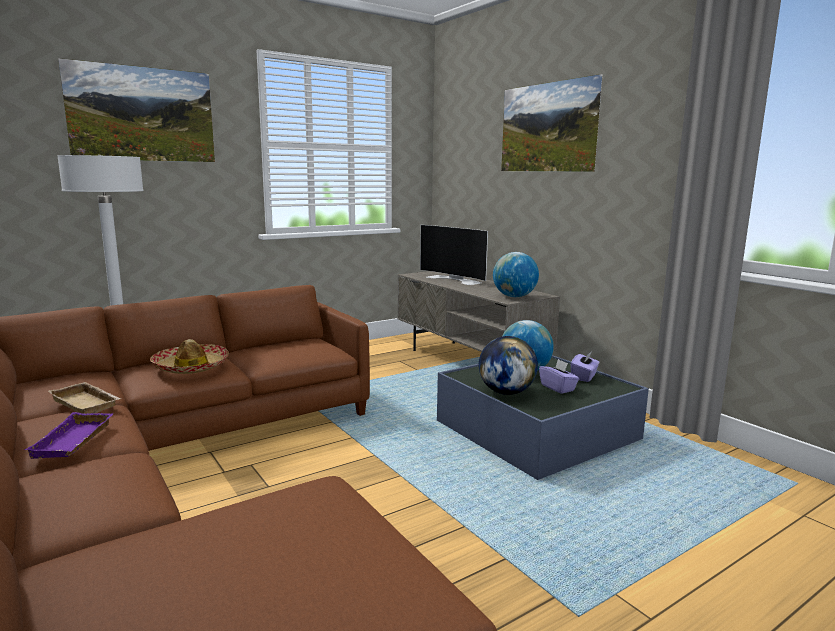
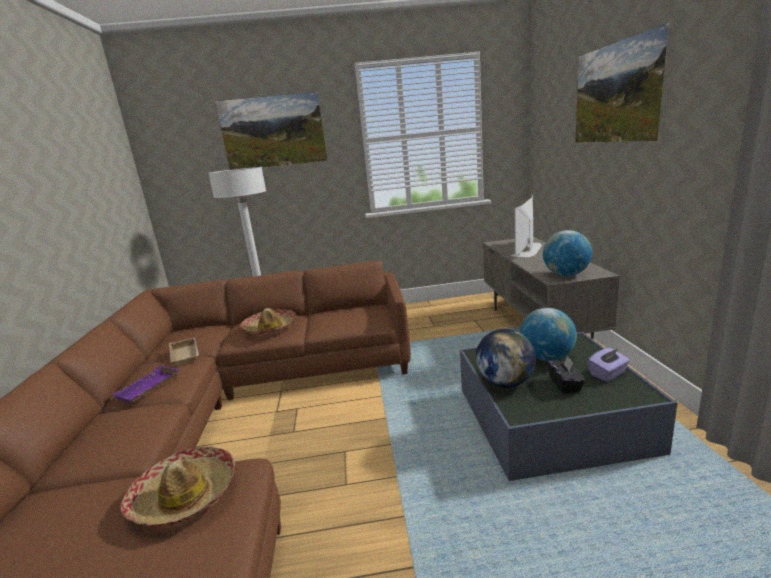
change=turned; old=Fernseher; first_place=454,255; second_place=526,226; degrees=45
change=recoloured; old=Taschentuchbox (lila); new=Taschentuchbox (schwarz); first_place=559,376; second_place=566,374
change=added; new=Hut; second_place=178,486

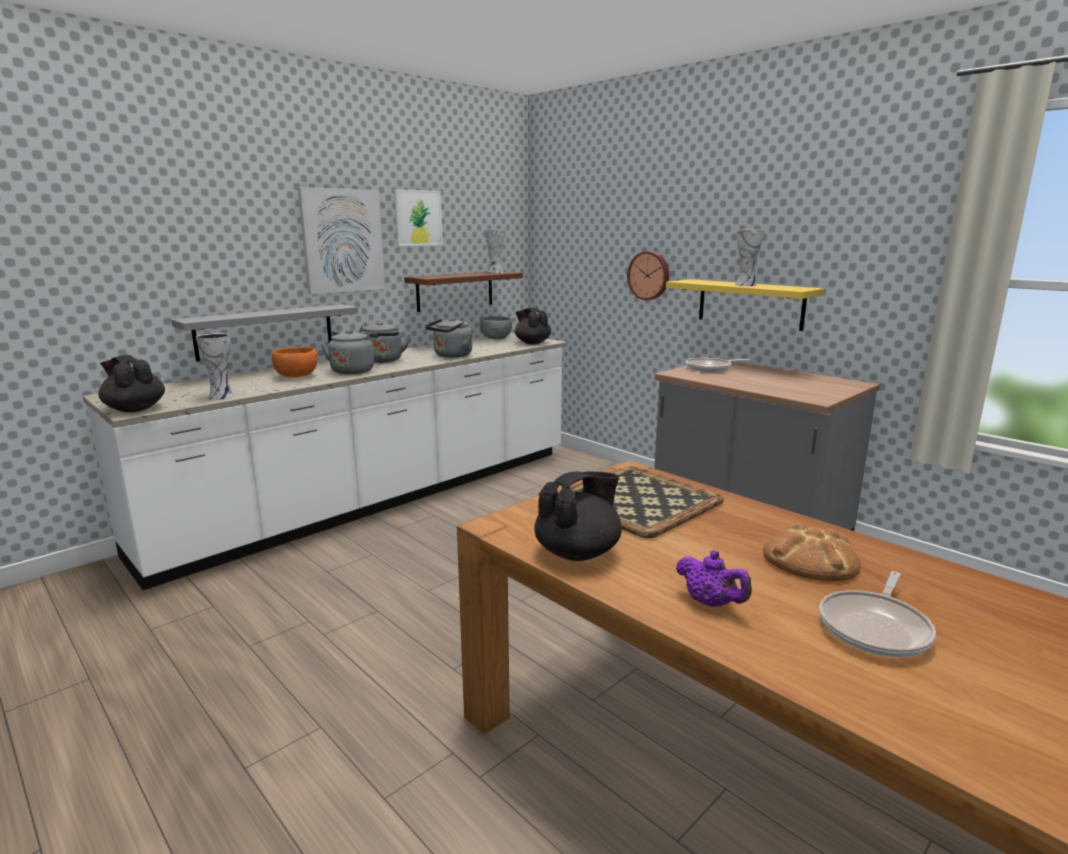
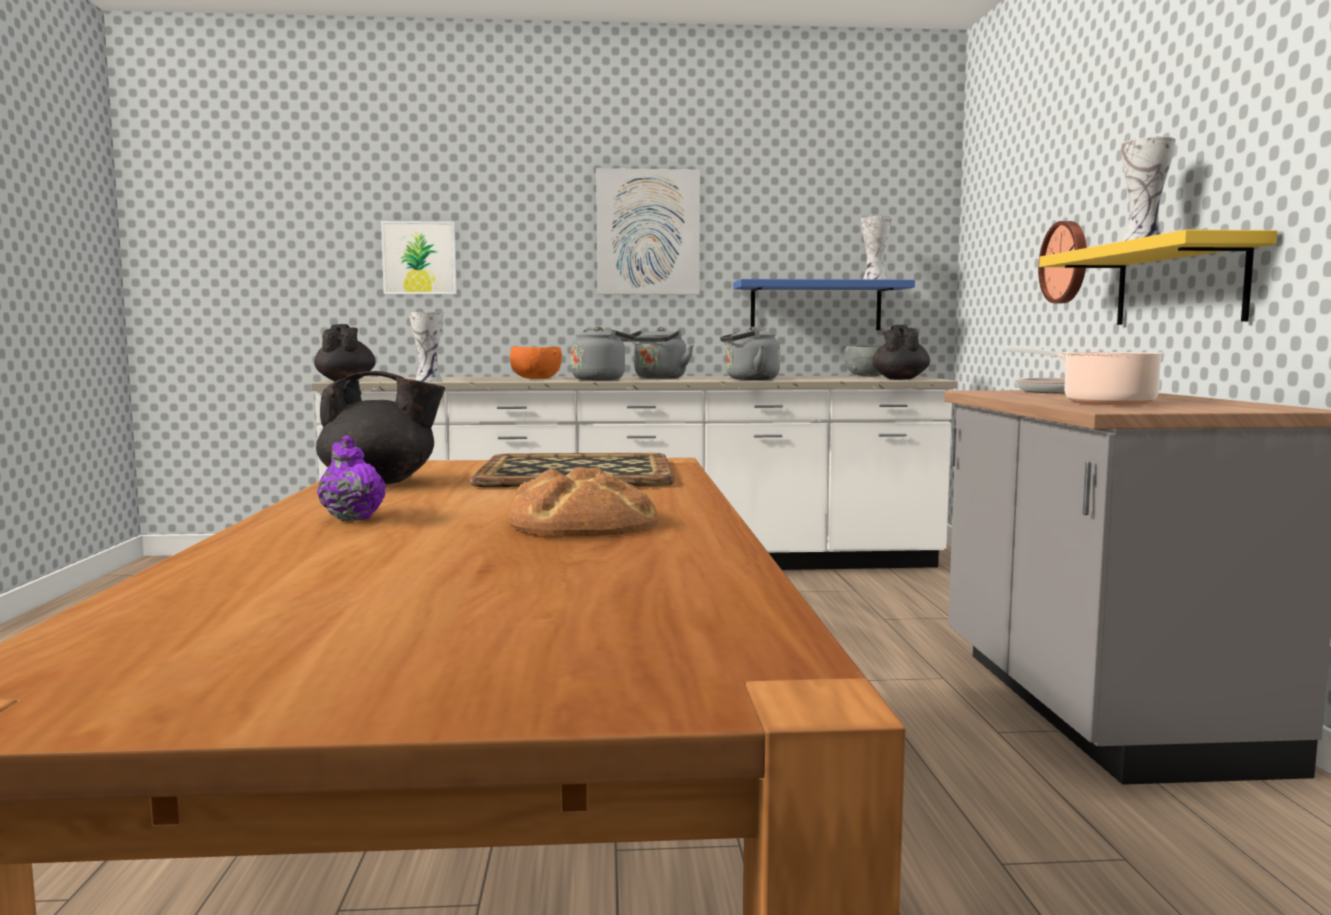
change=moved; old=Bild; first_place=418,217; second_place=419,258
change=recoloured; old=Wandregal (braun); new=Wandregal (blau); first_place=463,291; second_place=824,304
change=removed; old=Wandregal (grau); first_place=264,333
change=turned; old=Teekanne (lila); first_place=714,578; second_place=351,478; degrees=150
change=removed; old=Pfanne; first_place=877,614
change=added; new=Kochtopf; second_place=1084,376

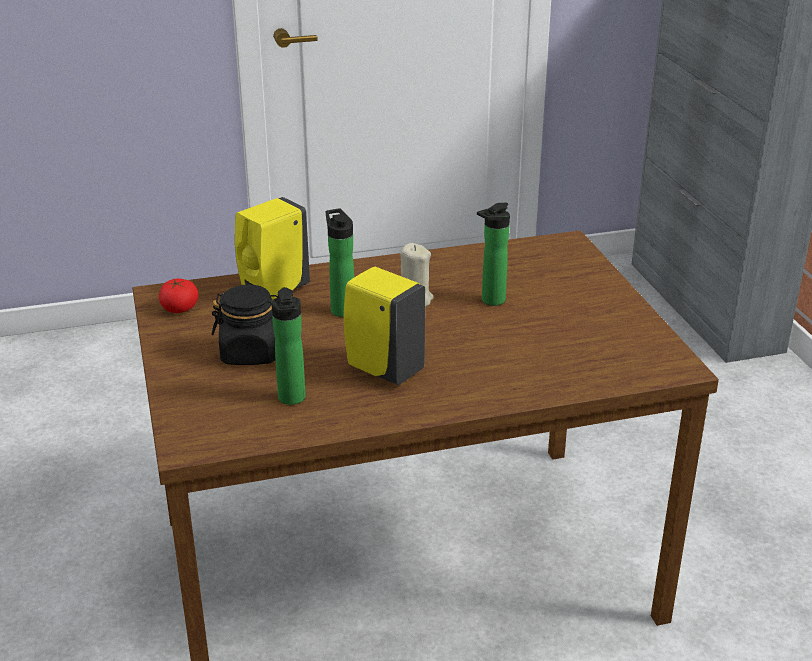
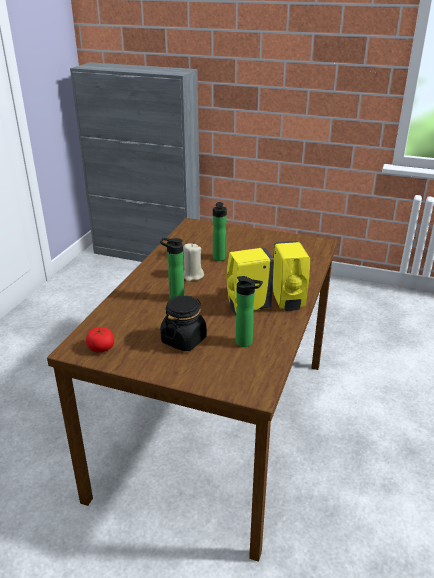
change=moved; old=Seifenspender (gelb); first_place=272,248; second_place=291,276

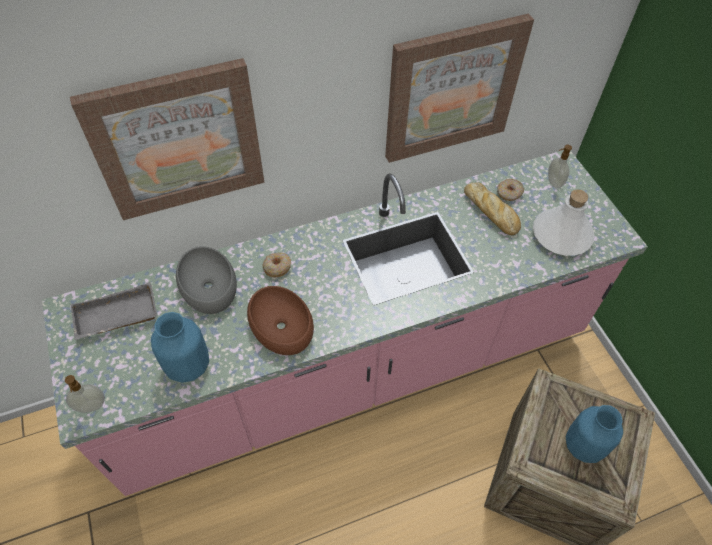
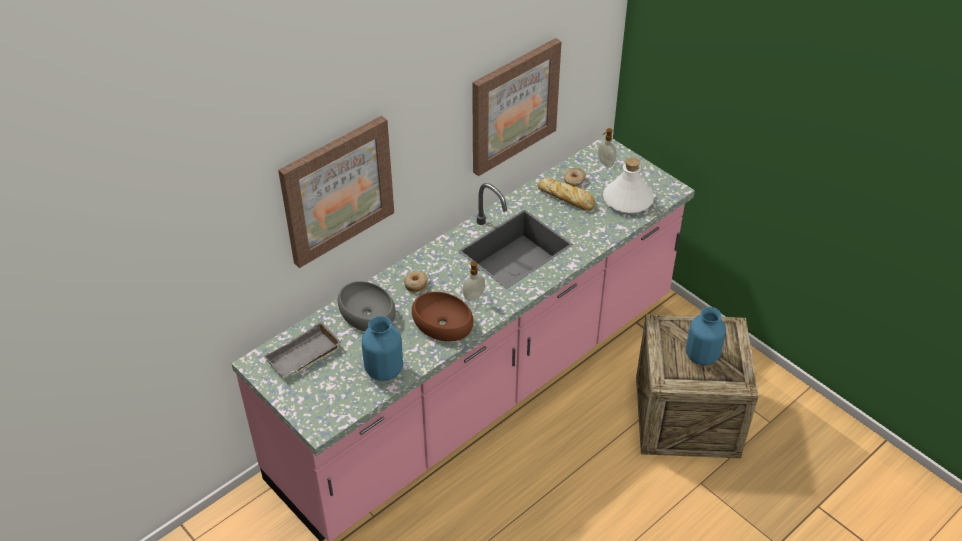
change=moved; old=Seifenspender; first_place=85,394; second_place=474,281

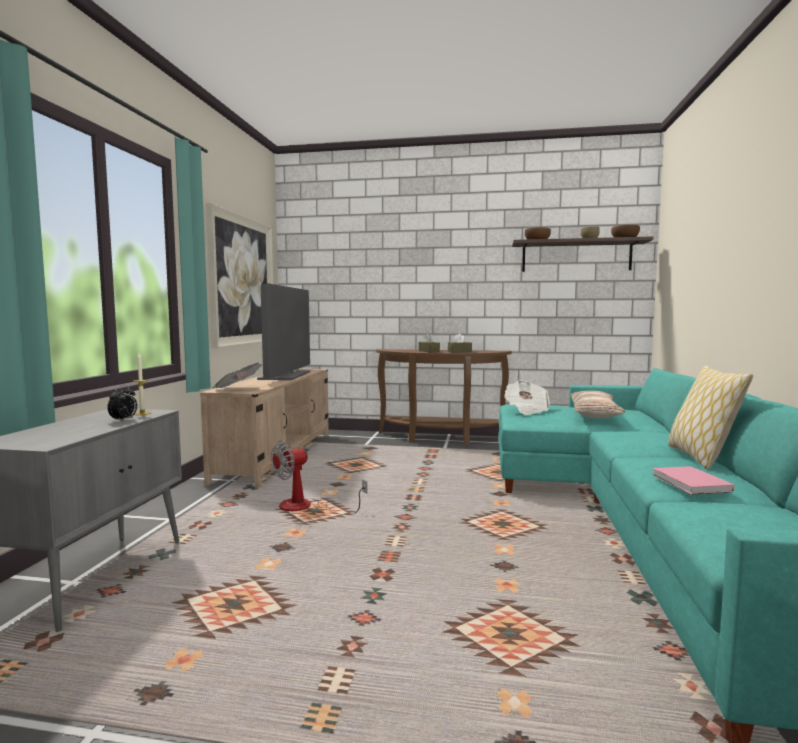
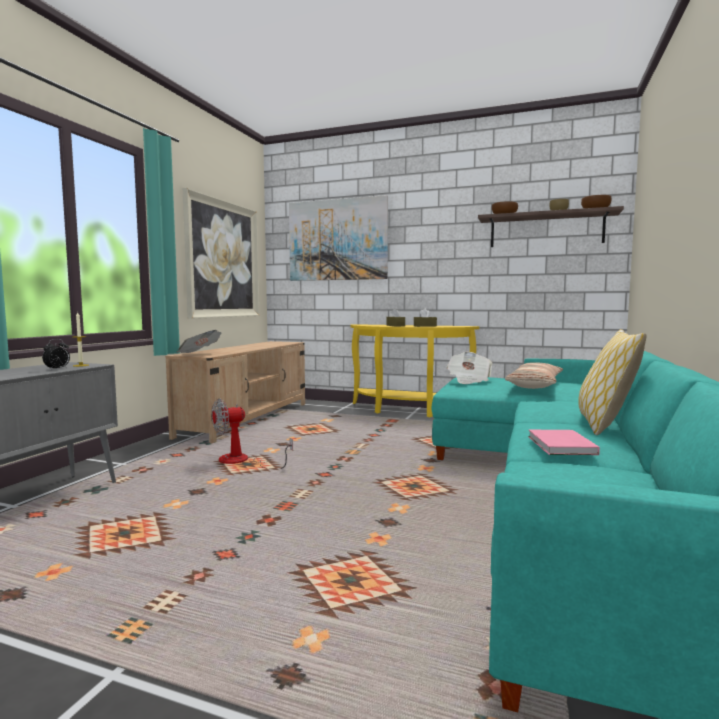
change=removed; old=Fernseher; first_place=283,331
change=recoloured; old=Konsolentisch (braun); new=Konsolentisch (gelb); first_place=444,397; second_place=415,371
change=added; new=Bild; second_place=338,238

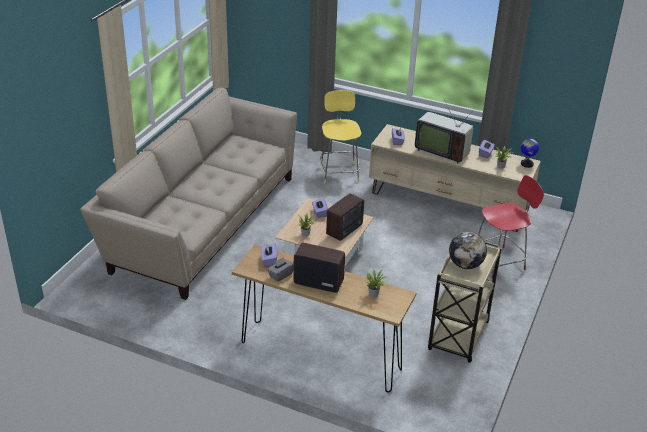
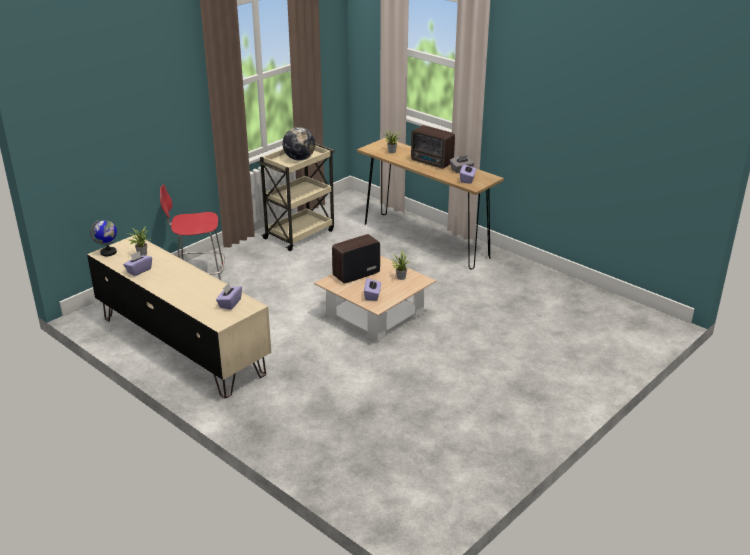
change=removed; old=Sofa (beige); first_place=188,194
change=removed; old=Hocker (gelb); first_place=340,136
change=removed; old=Fernseher; first_place=445,131

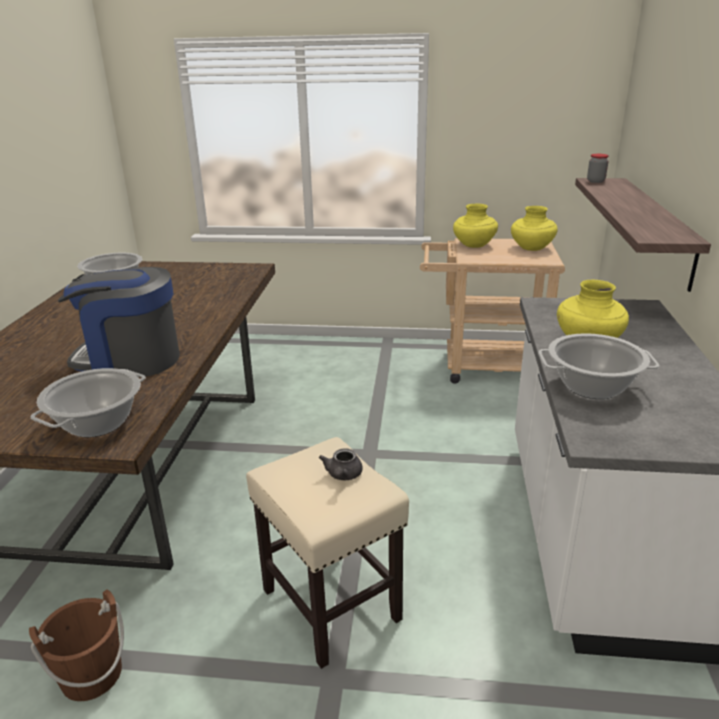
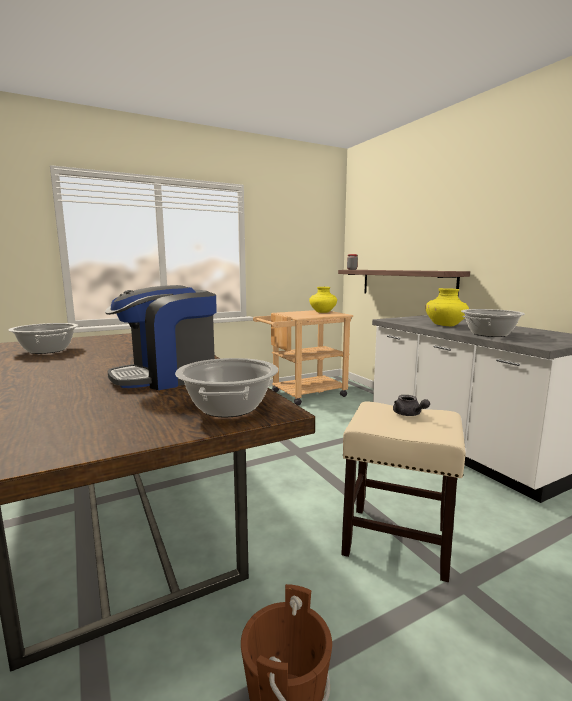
change=removed; old=Vase (gelb); first_place=475,226

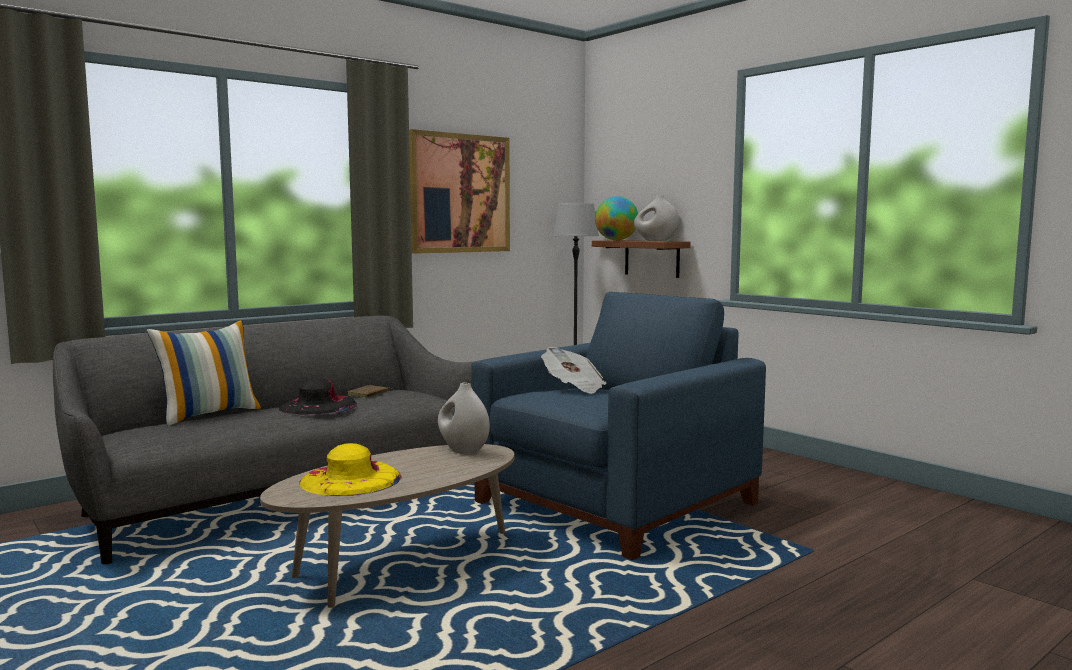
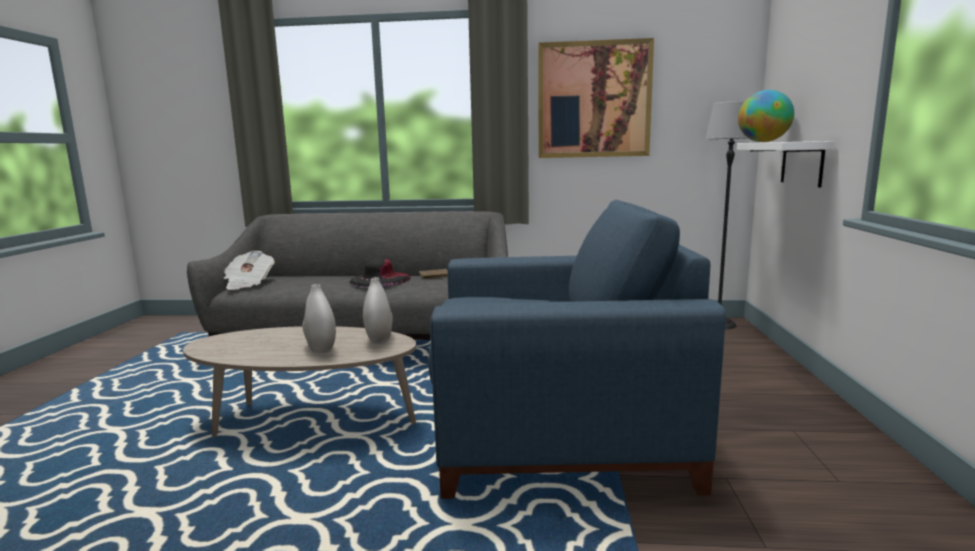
change=moved; old=Vase (weiß); first_place=656,218; second_place=319,318
change=recoloured; old=Wandregal (braun); new=Wandregal (weiß); first_place=641,259; second_place=786,164
change=removed; old=Kissen; first_place=204,373
change=moved; old=Zeitung; first_place=573,370; second_place=249,270
change=removed; old=Hut (gelb); first_place=350,469

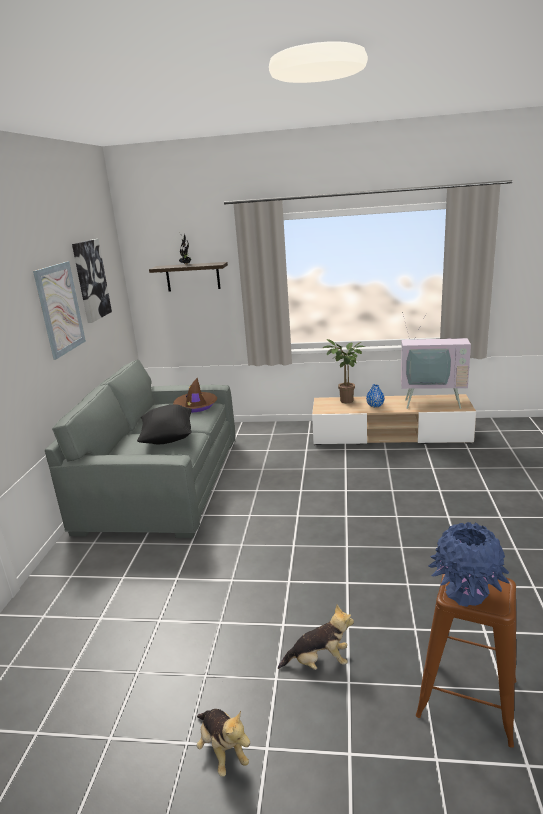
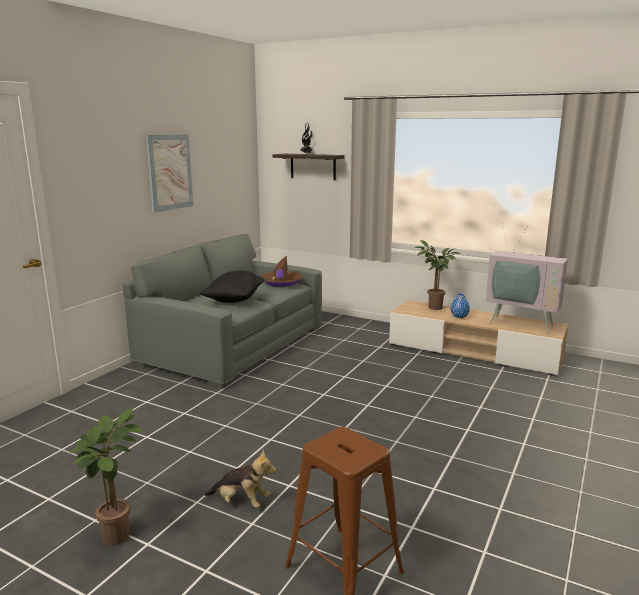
change=removed; old=Bild; first_place=92,281
change=removed; old=Vase (blau); first_place=469,564
change=replaced; old=Plüschtier; new=Topfpflanze; first_place=223,743; second_place=106,477

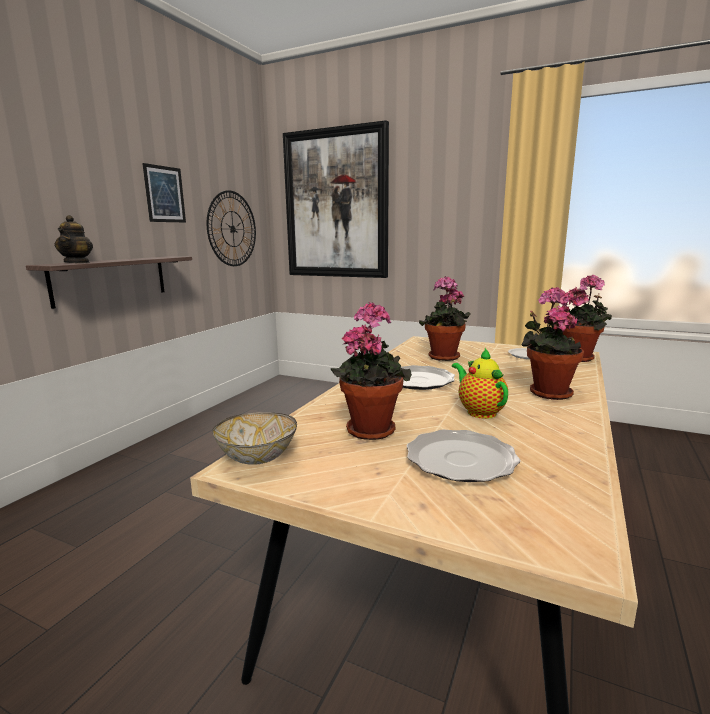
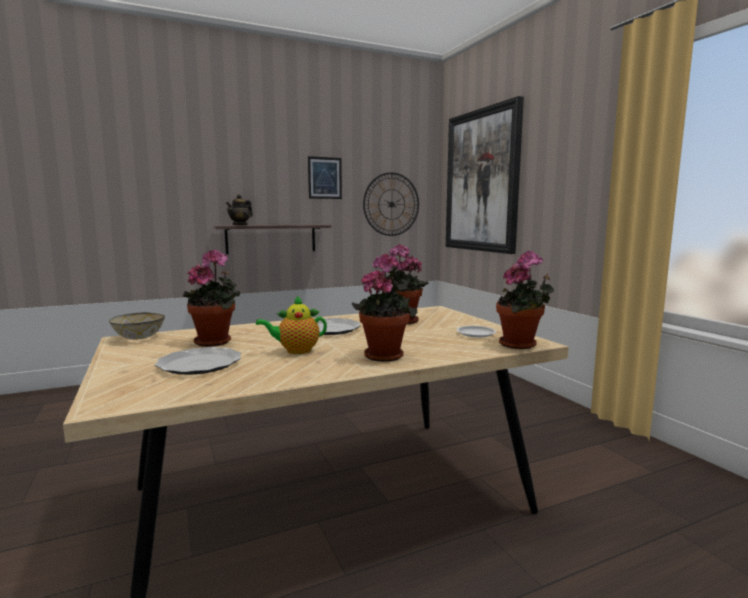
change=turned; old=Teekanne; first_place=480,383; second_place=291,324; degrees=-120

